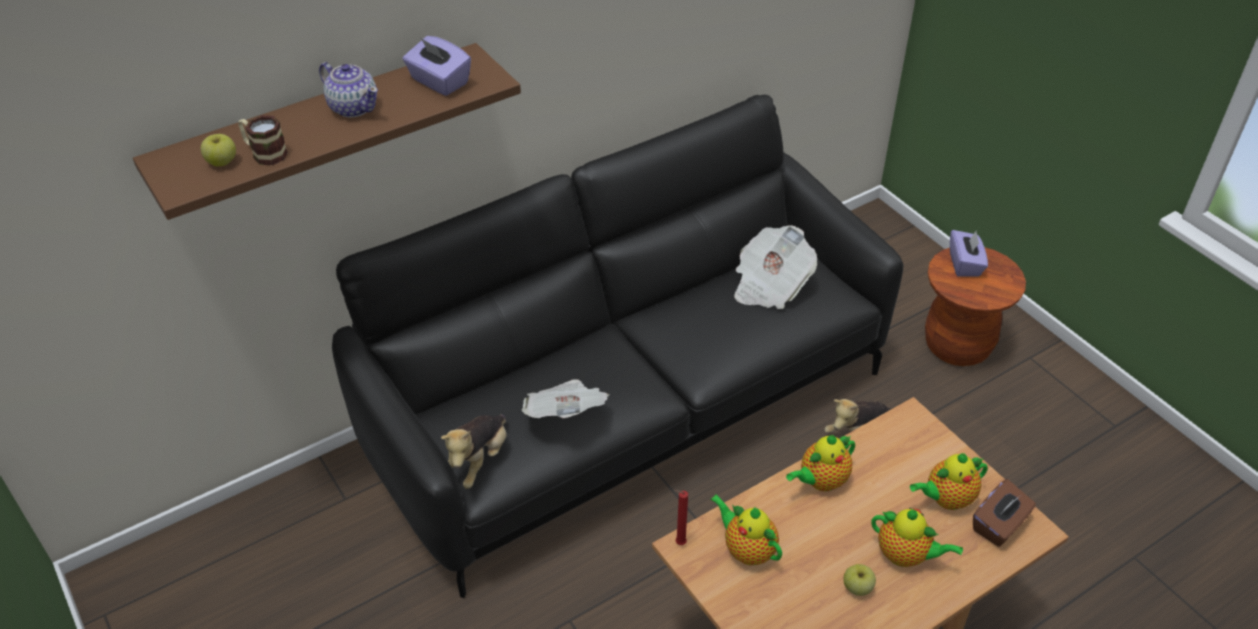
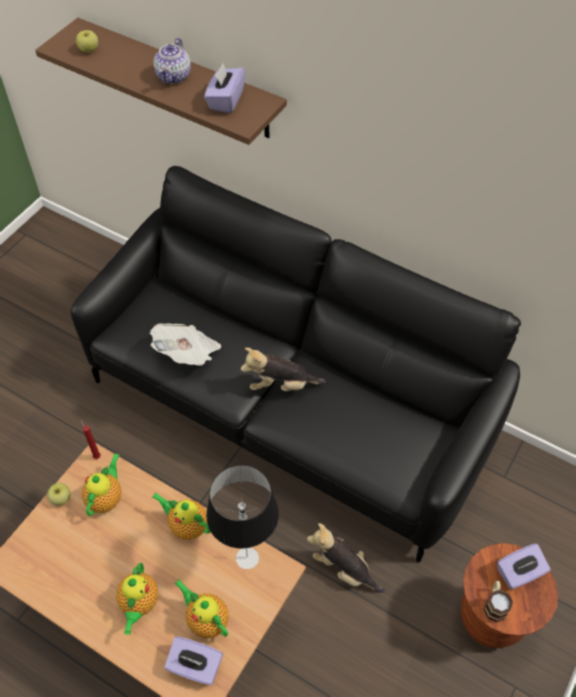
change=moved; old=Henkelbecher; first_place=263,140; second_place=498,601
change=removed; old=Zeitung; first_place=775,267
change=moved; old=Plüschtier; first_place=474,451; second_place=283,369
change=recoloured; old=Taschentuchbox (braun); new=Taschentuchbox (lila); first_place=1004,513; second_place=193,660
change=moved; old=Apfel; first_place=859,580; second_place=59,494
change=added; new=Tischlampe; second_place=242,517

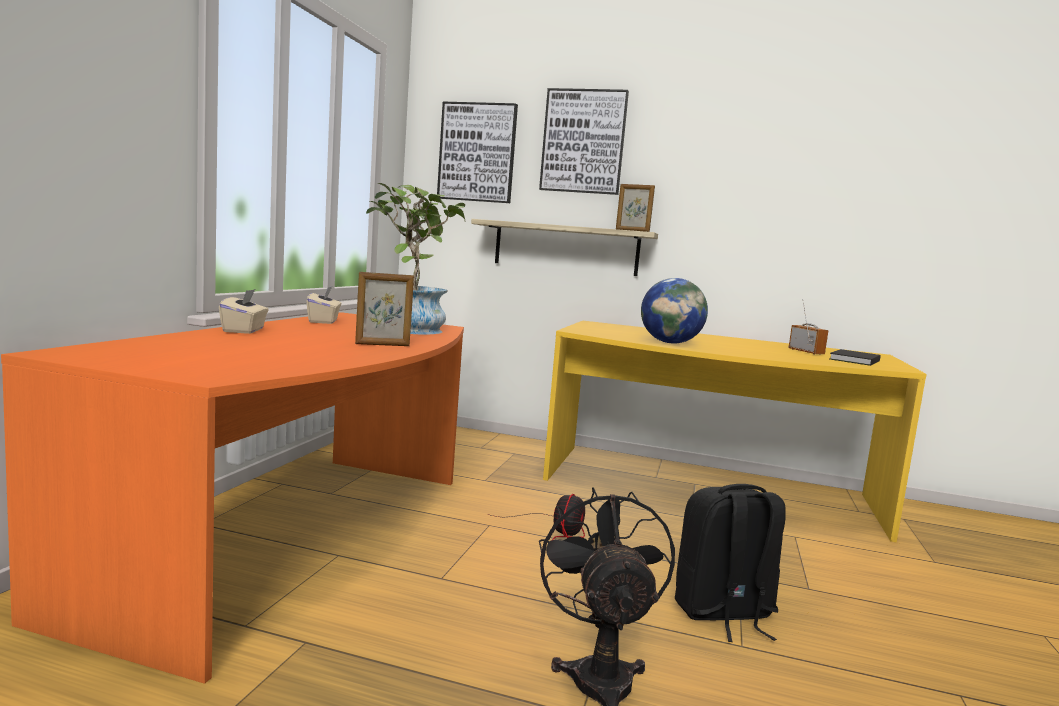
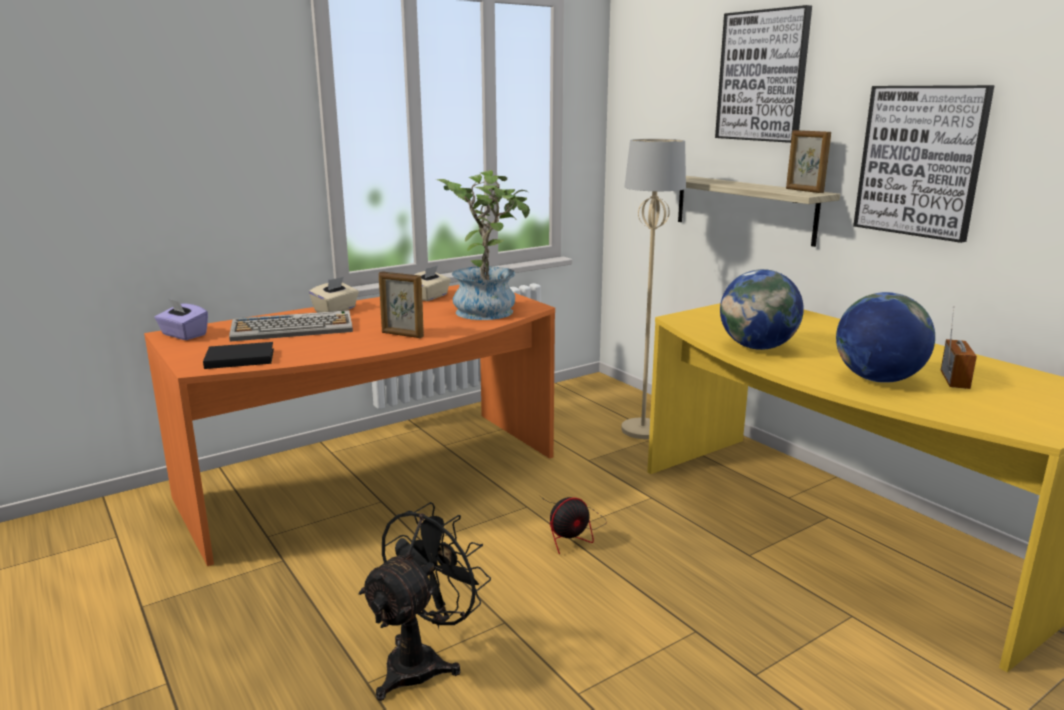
change=moved; old=Bild; first_place=477,152; second_place=924,164
change=moved; old=Buch (schwarz); first_place=855,357; second_place=238,355
change=removed; old=Rucksack (schwarz); first_place=730,563
change=added; new=Stehlampe (beige); second_place=653,289
change=added; new=Globus; second_place=885,337
change=added; new=Taschentuchbox (lila); second_place=181,319
change=added; new=Tastatur; second_place=291,326

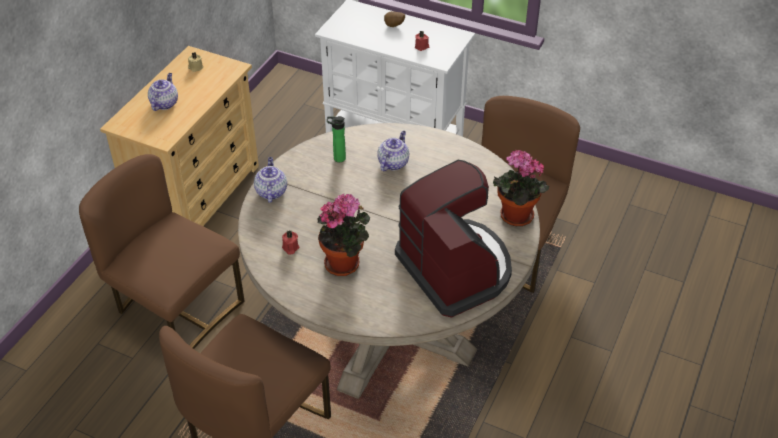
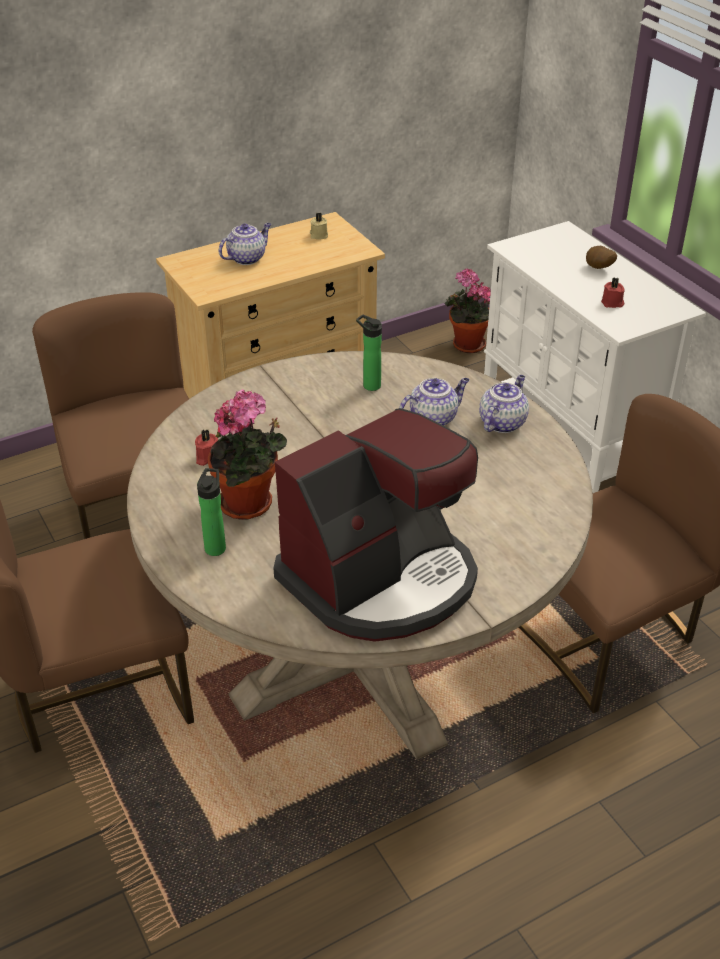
change=moved; old=Topfpflanze; first_place=521,188; second_place=467,310
change=moved; old=Teekanne; first_place=270,180; second_place=504,404
change=turned; old=Kaffeemaschine; first_place=453,239; second_place=376,525; degrees=45
change=added; new=Flasche; second_place=211,512

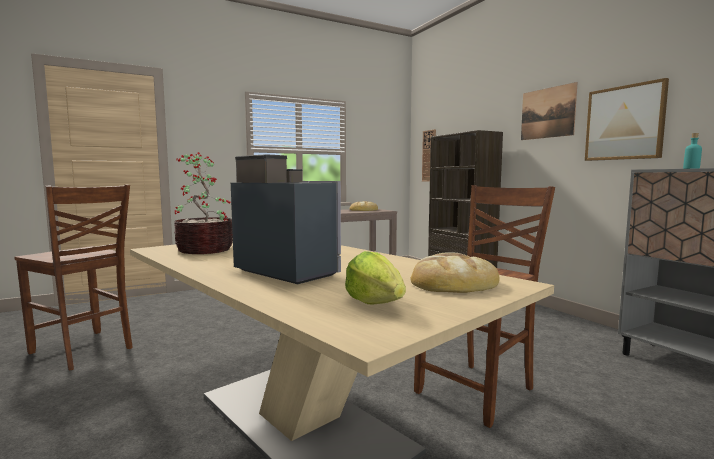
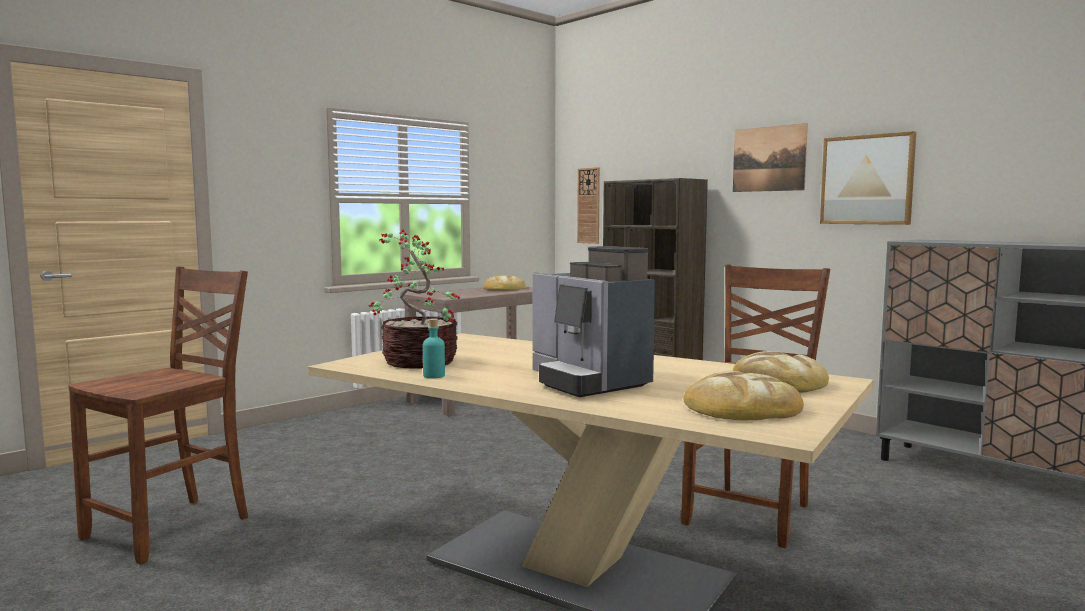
change=moved; old=Flasche (türkis); first_place=692,151; second_place=434,348
change=turned; old=Kaffeemaschine; first_place=286,219; second_place=594,321; degrees=-150
change=turned; old=Stuhl (braun); first_place=73,277; second_place=158,416; degrees=-75
change=replaced; old=Salatkopf; new=Brot; first_place=375,277; second_place=743,395

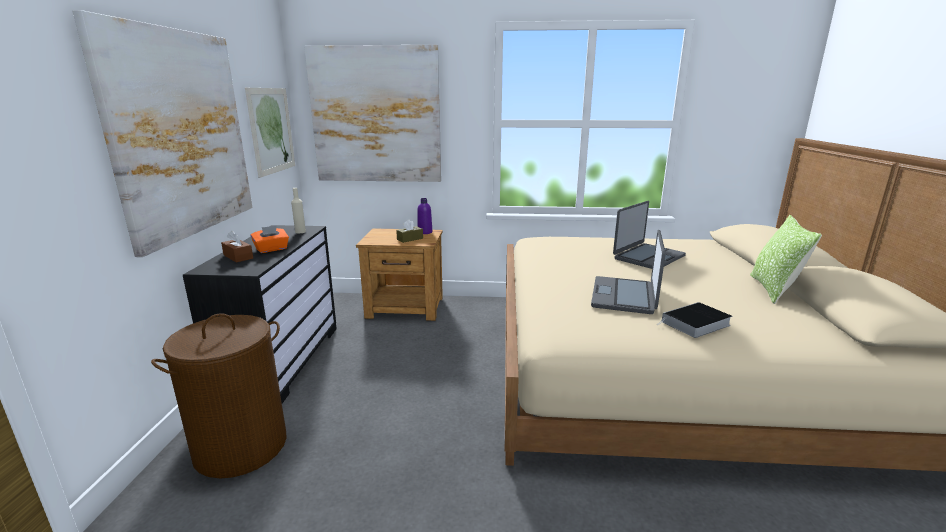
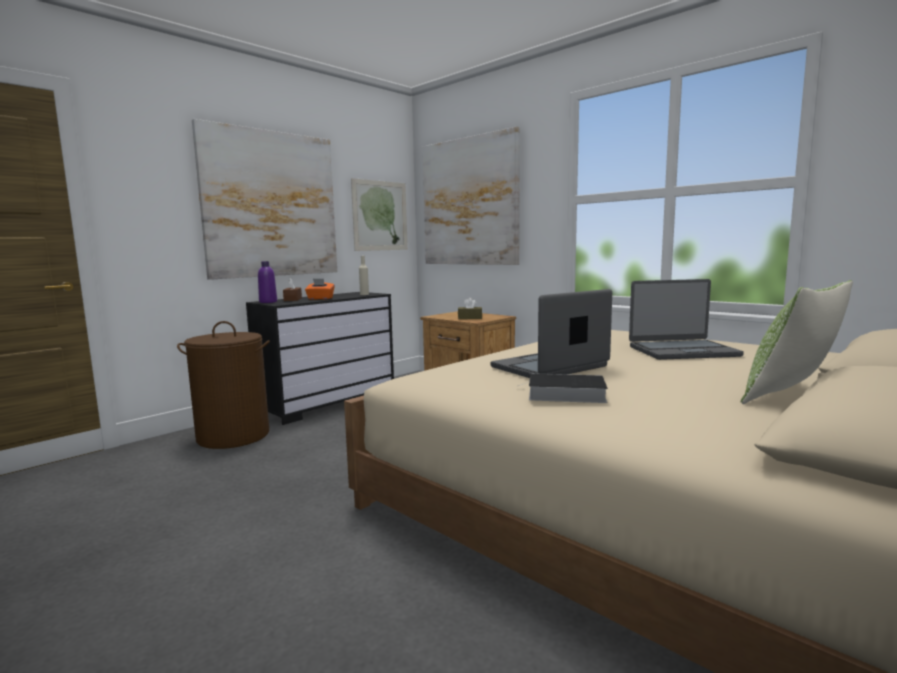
change=moved; old=Flasche (lila); first_place=424,216; second_place=267,282

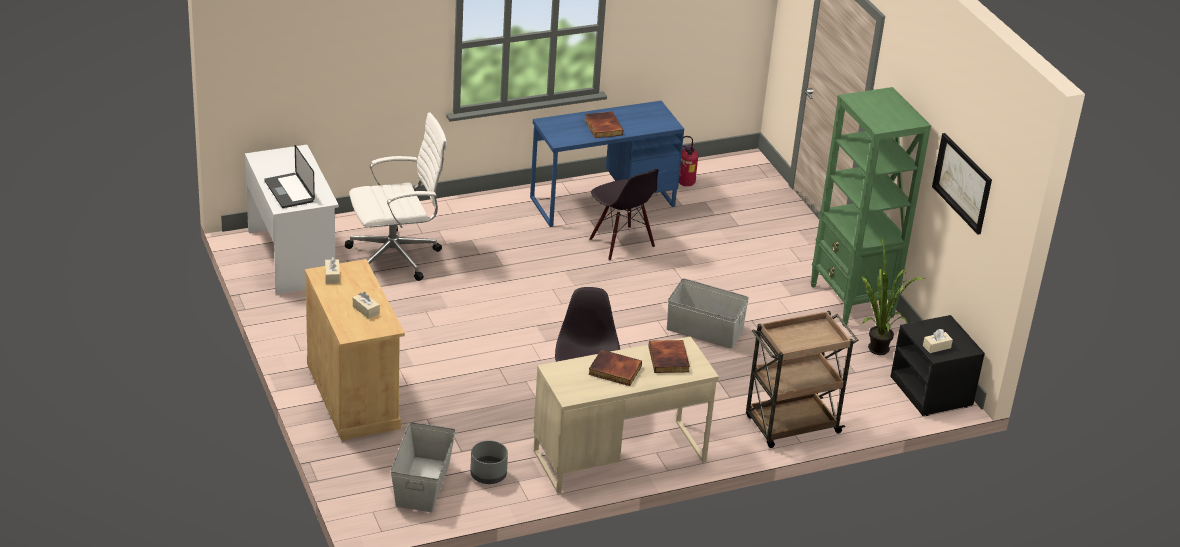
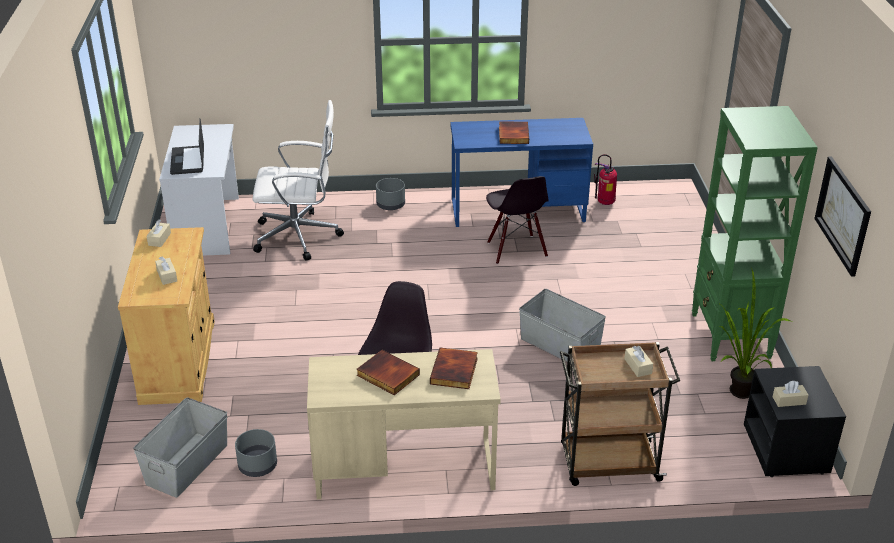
change=added; new=Pflanzkübel (grau); second_place=390,194
change=added; new=Taschentuchbox (beige); second_place=638,361

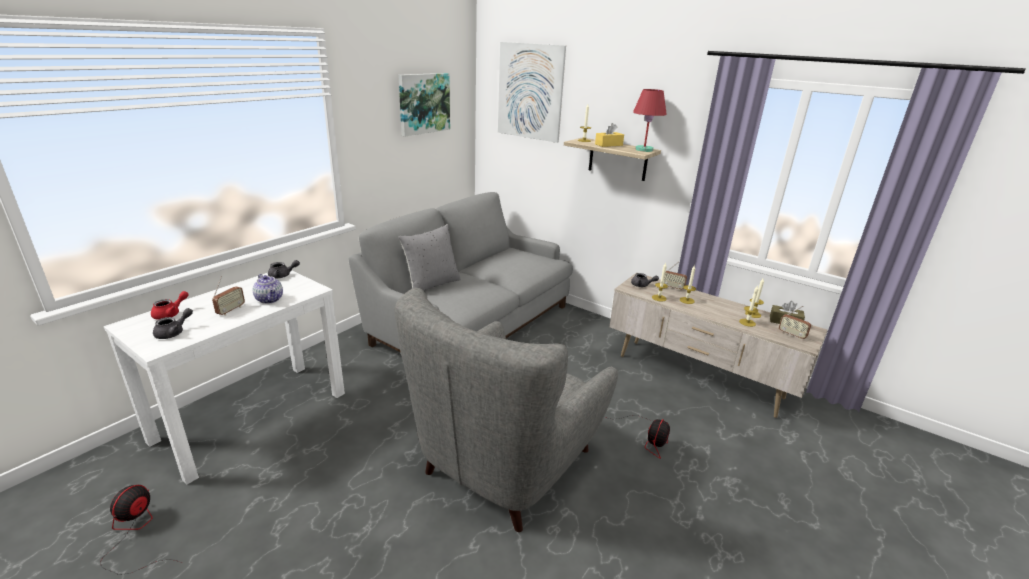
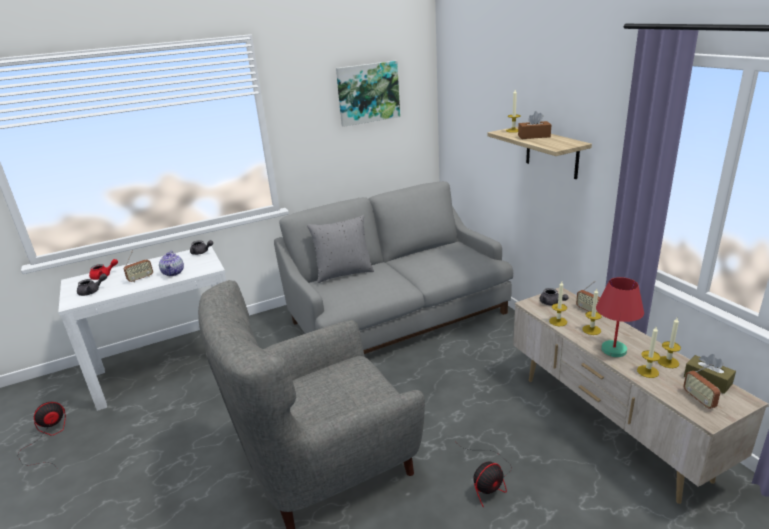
change=removed; old=Bild; first_place=532,92
change=moved; old=Tischlampe (rot); first_place=650,120; second_place=620,317
change=recoloured; old=Taschentuchbox (gelb); new=Taschentuchbox (braun); first_place=609,135; second_place=534,125

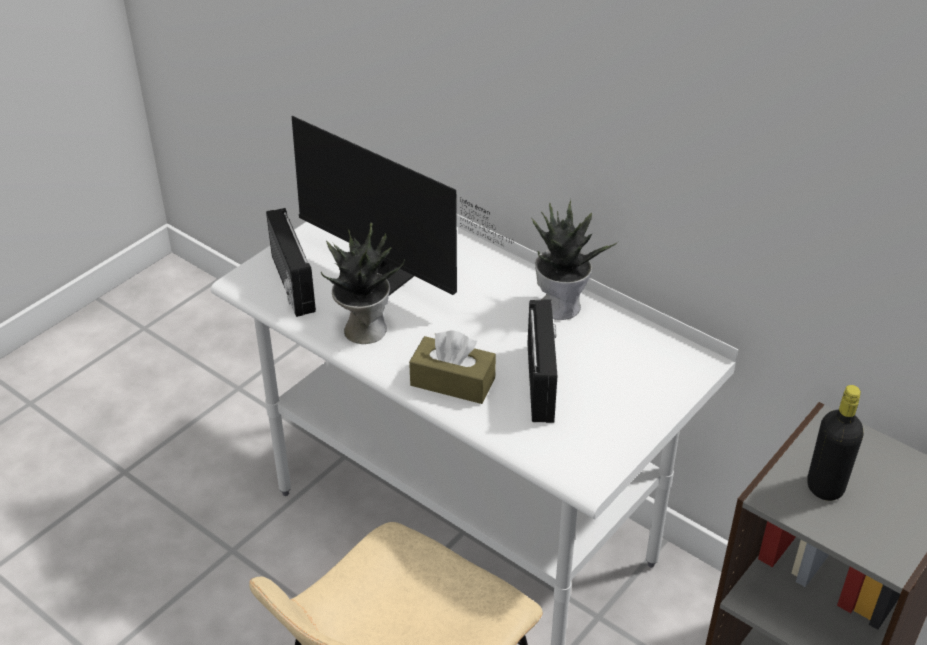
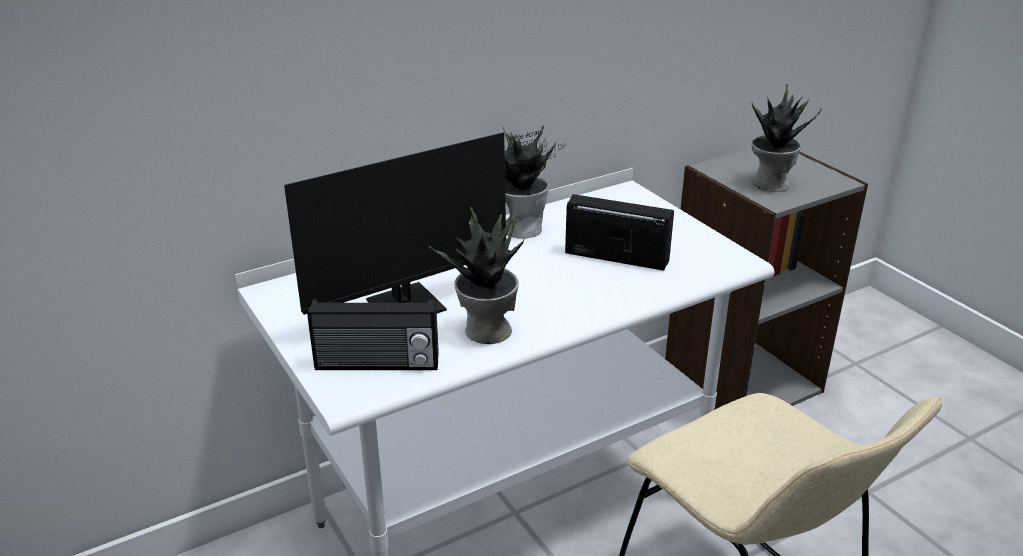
change=removed; old=Taschentuchbox (braun); first_place=452,367
change=replaced; old=Flasche (schwarz); new=Topfpflanze; first_place=835,443; second_place=787,138

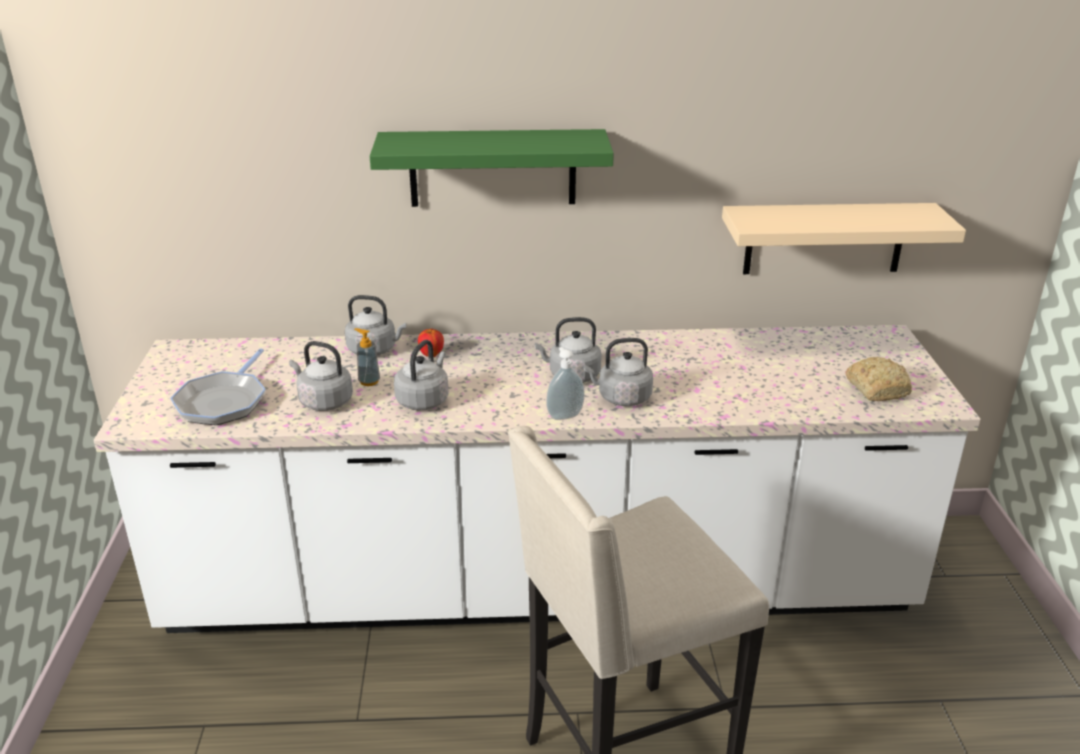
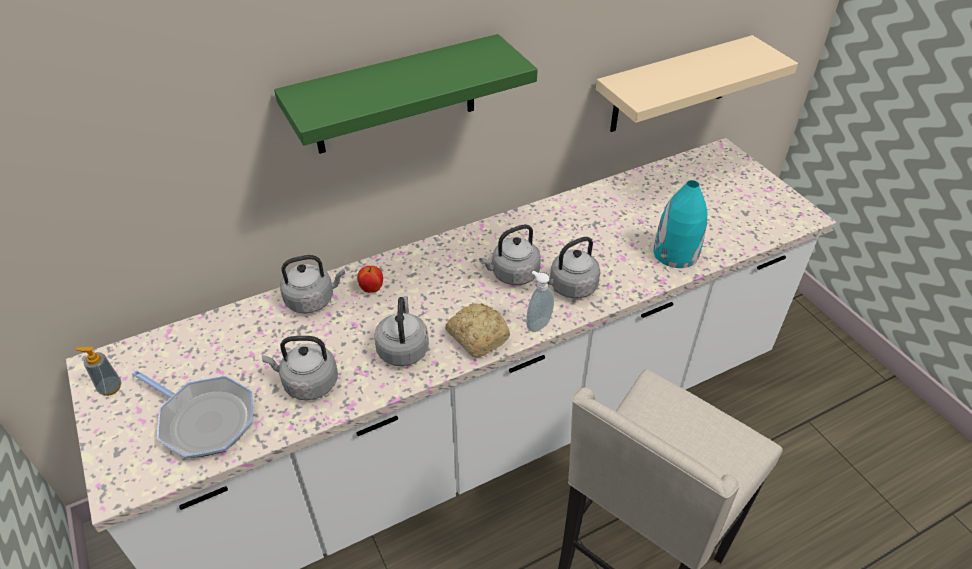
change=moved; old=Seifenspender; first_place=367,357; second_place=98,371
change=turned; old=Pfanne; first_place=218,387; second_place=193,415; degrees=-45
change=moved; old=Brot; first_place=878,379; second_place=477,330
change=added; new=Vase (türkis); second_place=680,224

